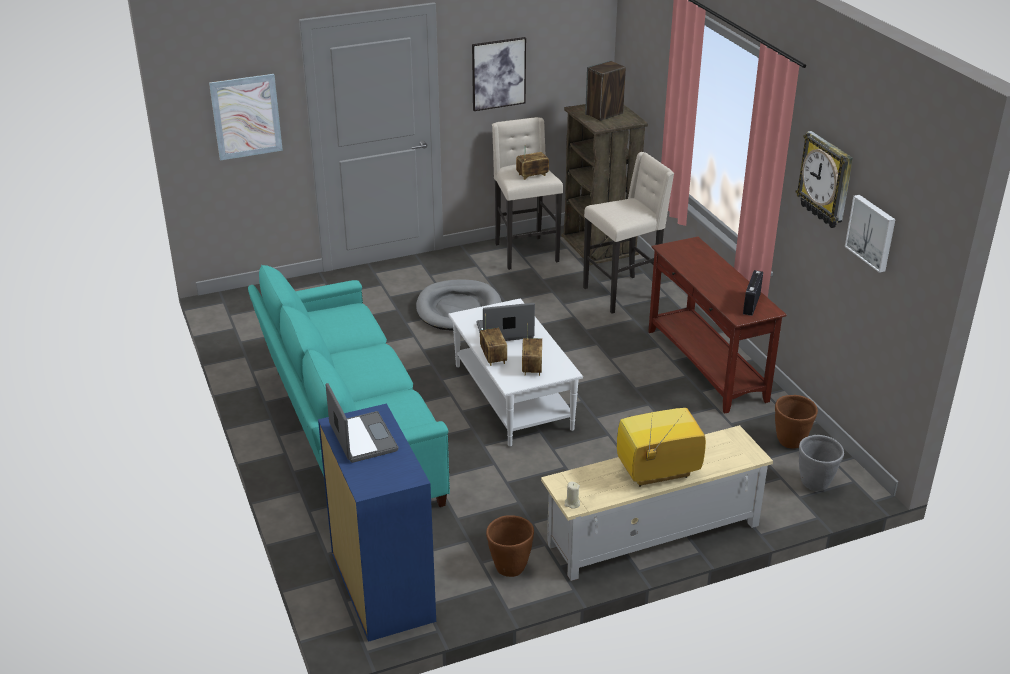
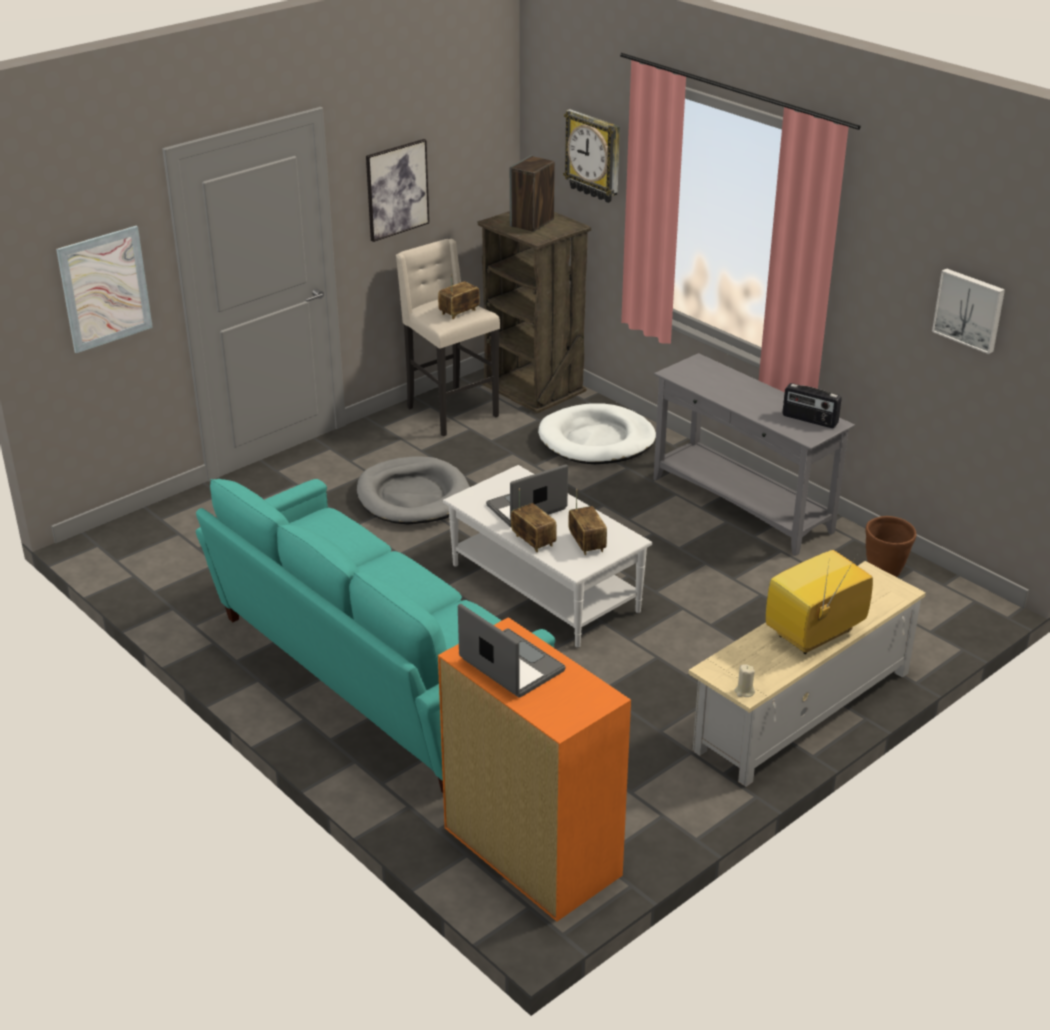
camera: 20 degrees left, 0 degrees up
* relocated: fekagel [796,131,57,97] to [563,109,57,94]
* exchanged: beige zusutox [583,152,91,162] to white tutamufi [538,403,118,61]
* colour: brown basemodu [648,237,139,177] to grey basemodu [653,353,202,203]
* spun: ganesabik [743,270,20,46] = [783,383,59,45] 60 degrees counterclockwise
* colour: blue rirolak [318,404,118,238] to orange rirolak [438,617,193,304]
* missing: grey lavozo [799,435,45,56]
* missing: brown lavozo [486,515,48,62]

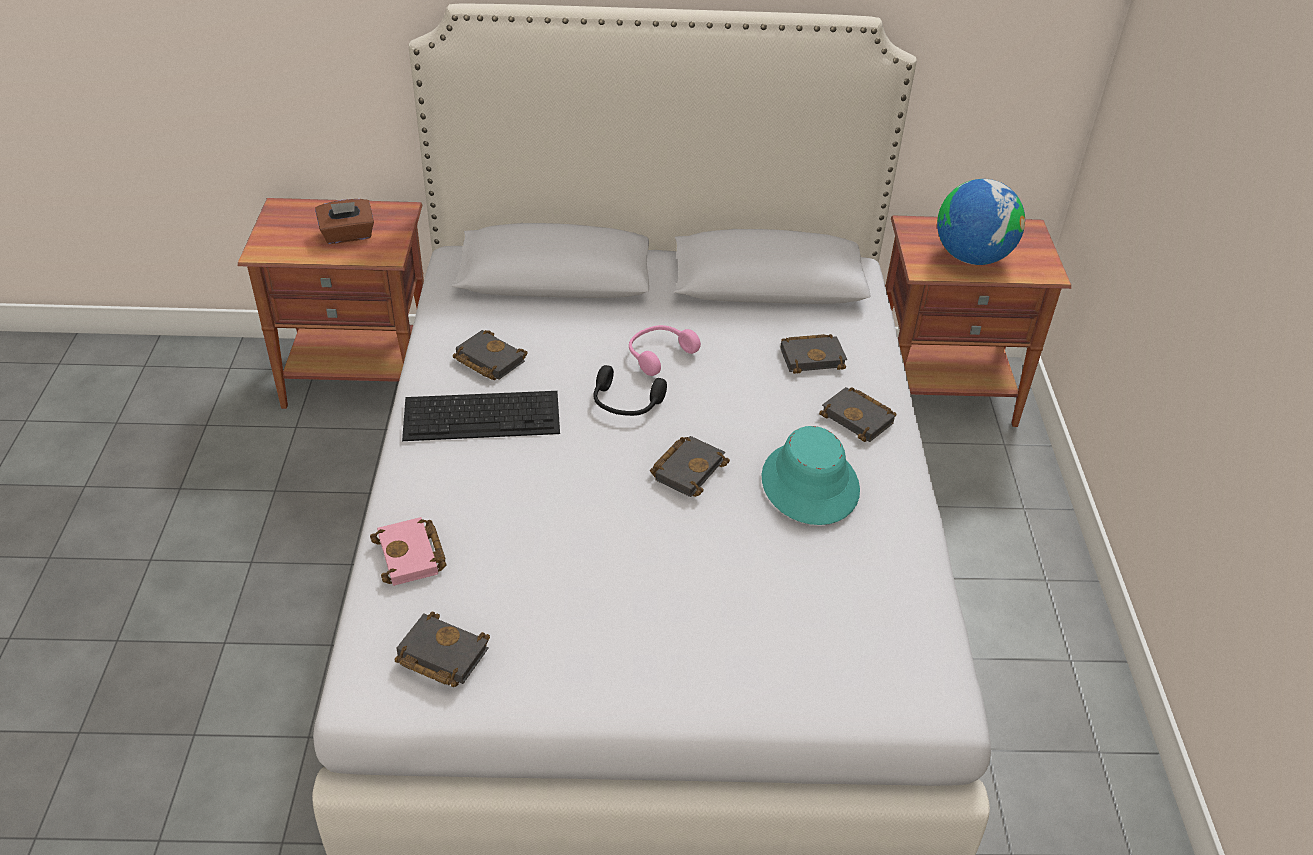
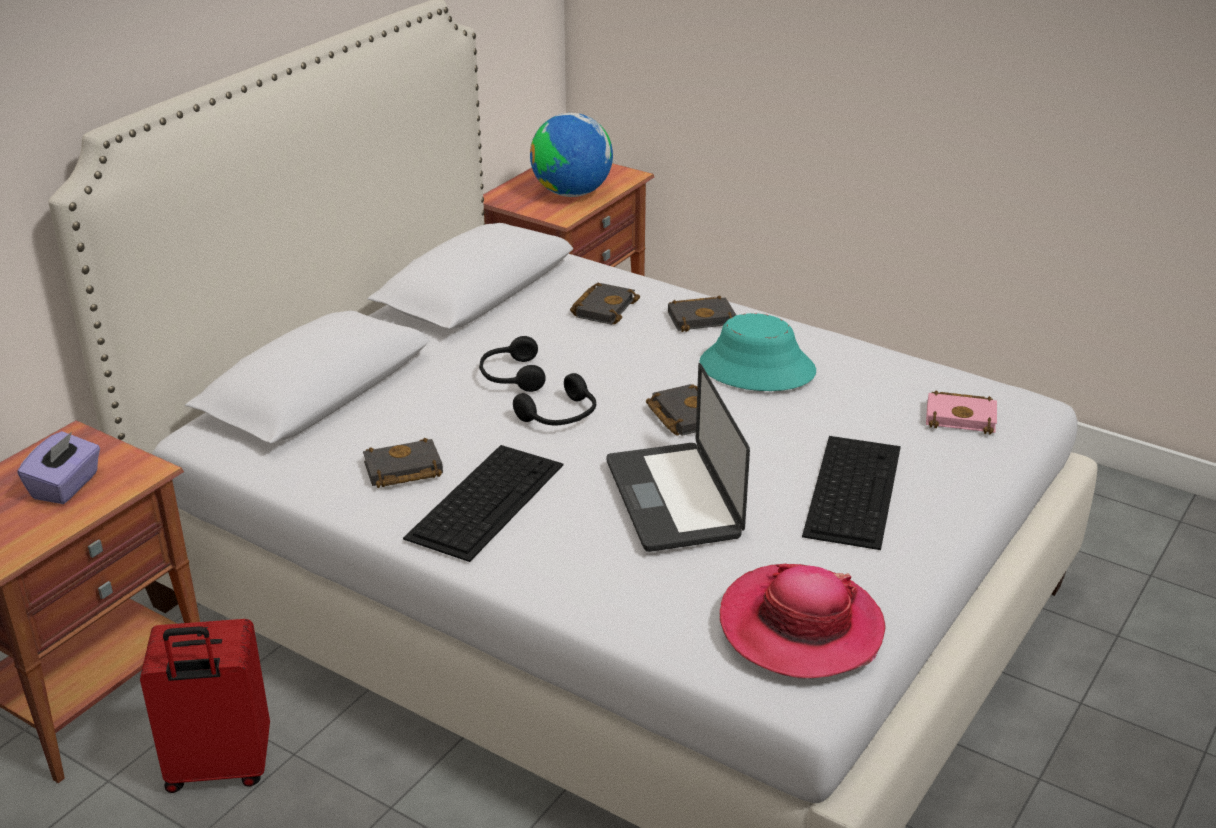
camera: 55 degrees left, 10 degrees down
* colour: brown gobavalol [315,199,59,45] to purple gobavalol [17,431,83,73]
* colour: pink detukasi [629,325,72,51] to black detukasi [479,336,67,56]
* relocated: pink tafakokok [370,517,77,69] to [926,390,71,44]
* exchanged: black tafakokok [395,611,95,76] to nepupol [720,564,165,115]
* appeared: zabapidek [606,363,144,189]
* appeared: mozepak [802,436,99,114]
* appeared: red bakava [140,619,130,174]

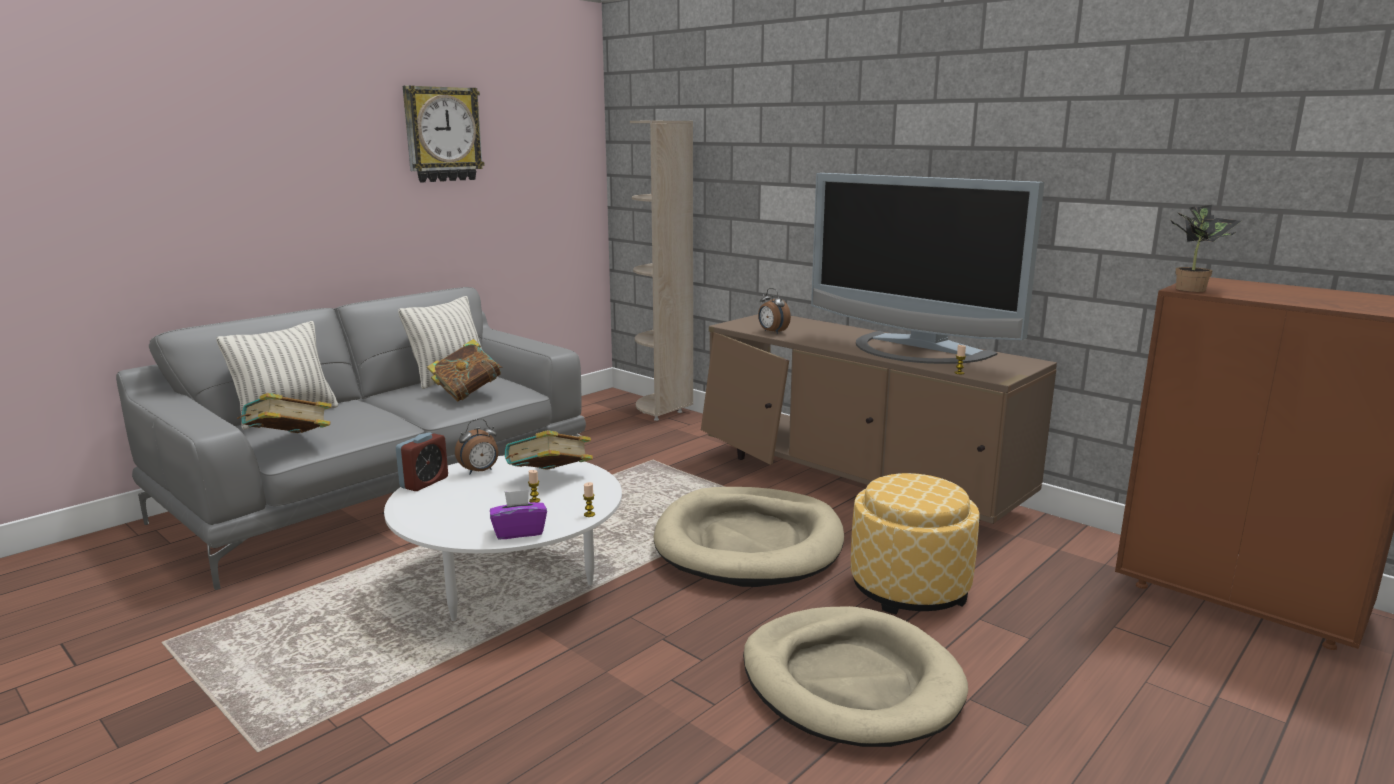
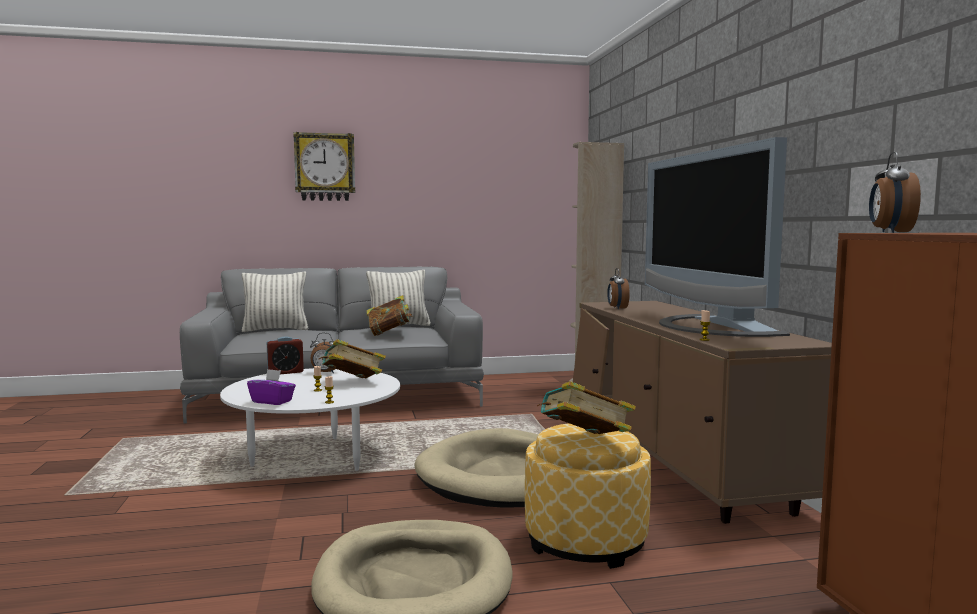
camera: 35 degrees right, 10 degrees down
* relocated: fekagel [403,85,82,97] to [293,132,62,69]
* exchanged: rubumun [1170,205,71,87] to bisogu [869,152,52,81]
* relocated: tafakokok [237,393,95,40] to [537,381,99,53]

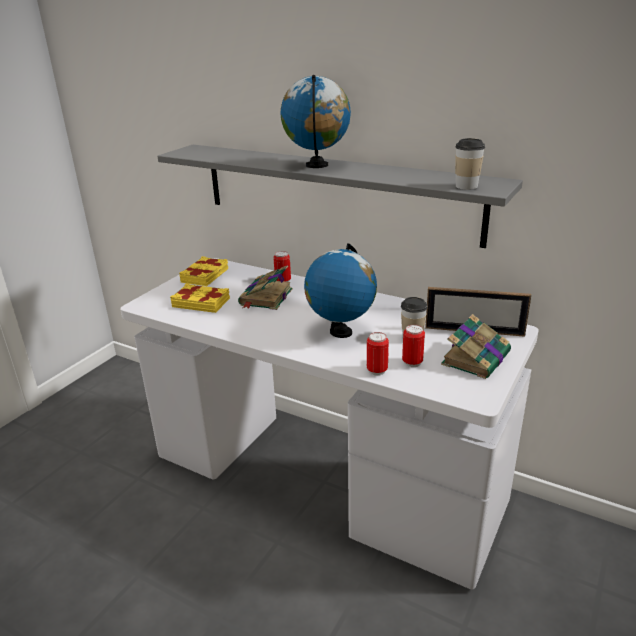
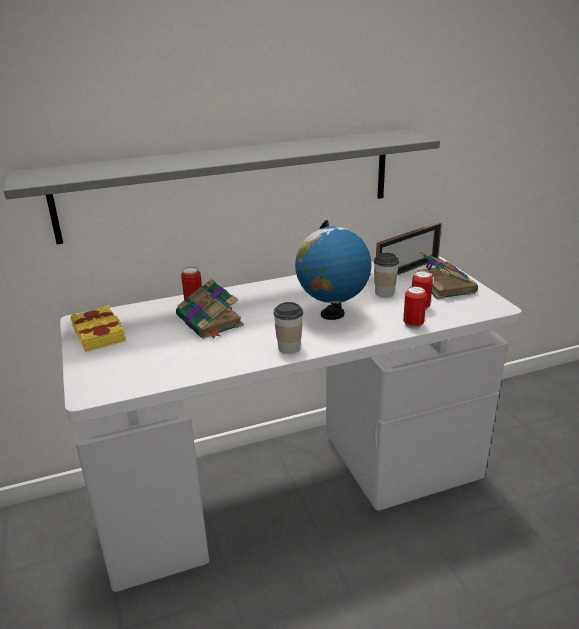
camera: 50 degrees left, 0 degrees up
* missing: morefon [281,75,70,93]
* relocated: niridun [455,138,30,52] to [273,302,30,52]
* missing: yellow tafakokok [170,283,60,30]

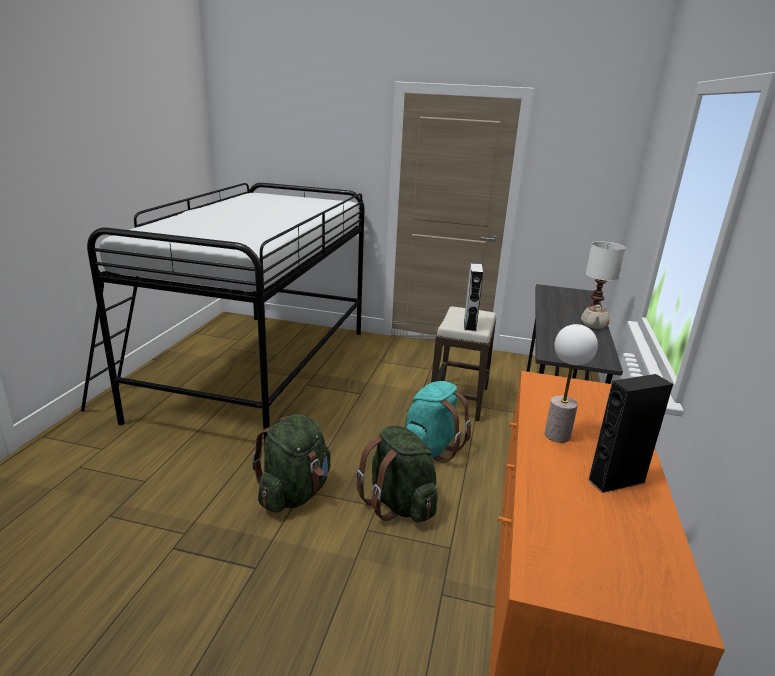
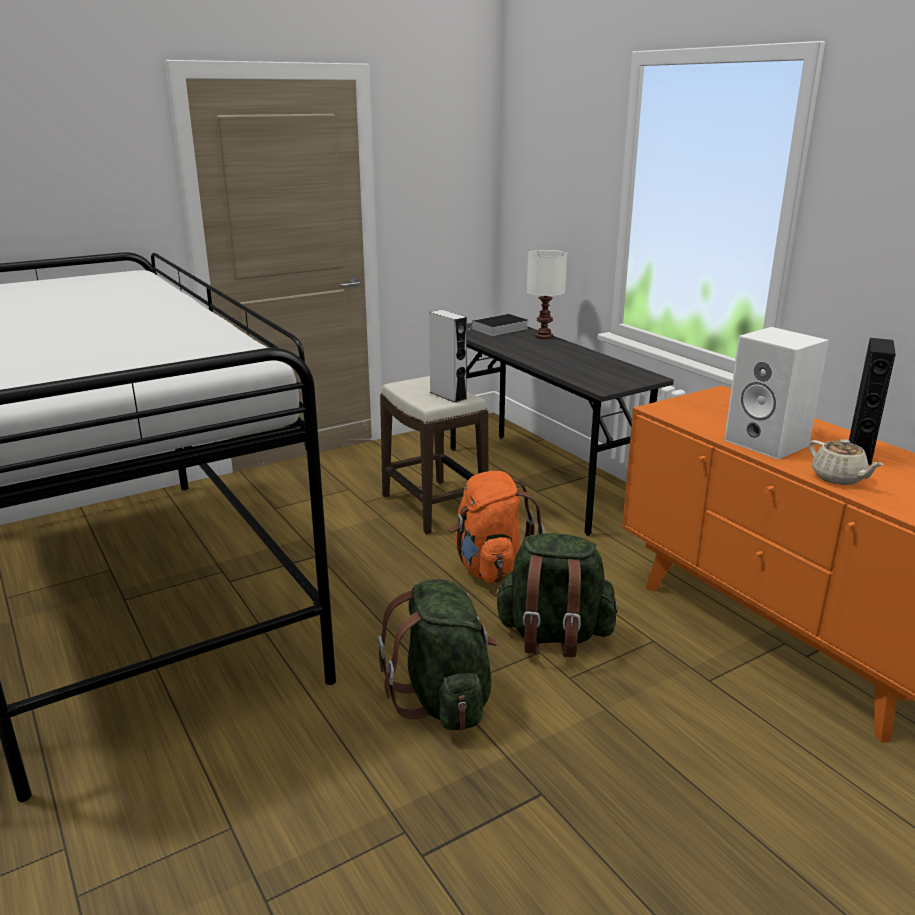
camera: 45 degrees left, 0 degrees up
* relocated: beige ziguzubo [581,305,29,24] to [809,439,75,46]
* exchanged: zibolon [545,324,53,119] to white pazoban [724,327,105,133]
* colour: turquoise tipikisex [405,381,66,82] to orange tipikisex [449,471,96,112]
* appeared: tafakokok [468,314,61,22]

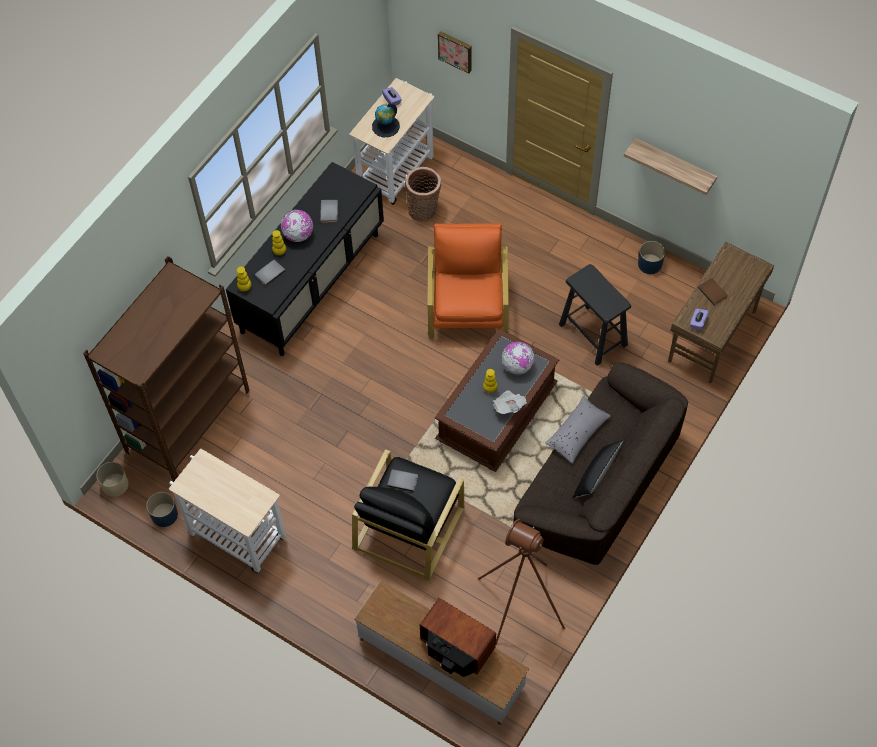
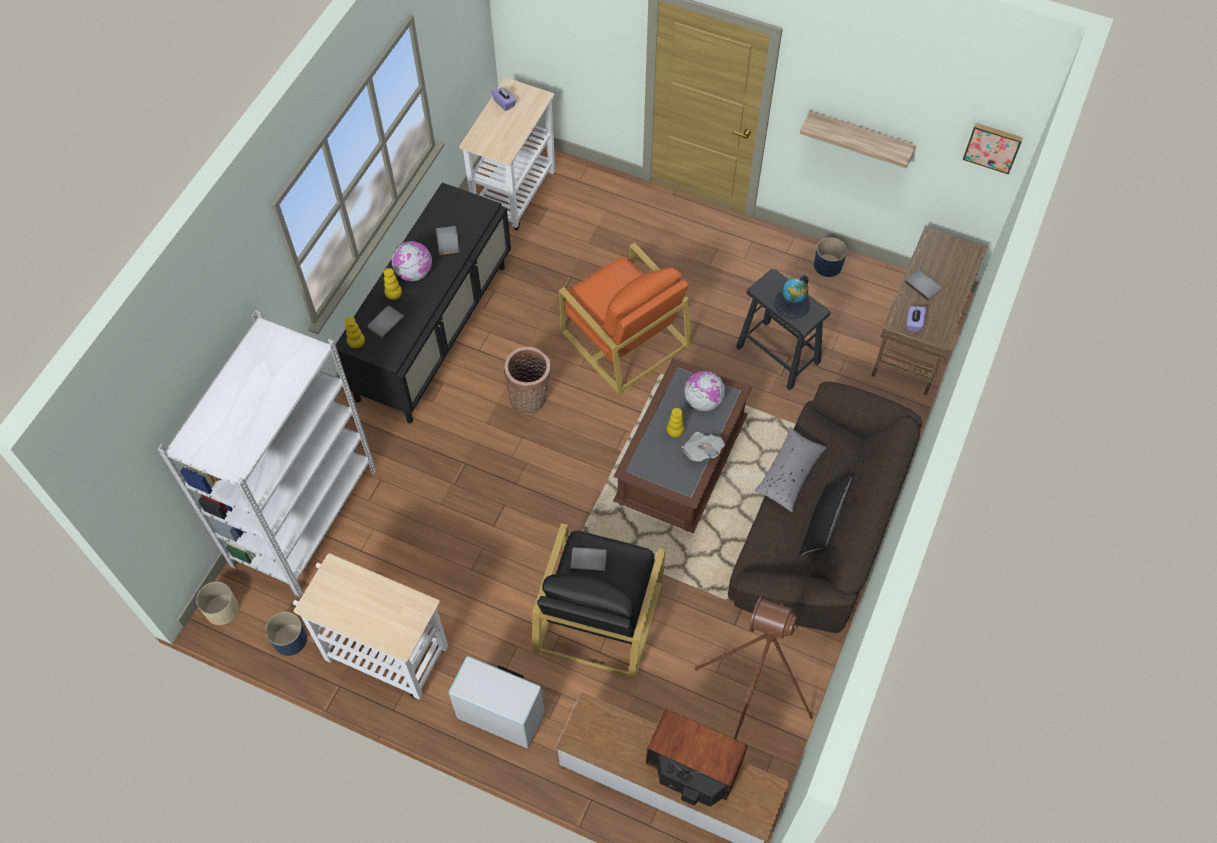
camera: 10 degrees left, 0 degrees up
* relocated: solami [438,31,34,43] to [963,123,60,52]
* relocated: morefon [372,103,28,34] to [774,275,36,44]
* relocated: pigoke [405,167,36,55] to [504,347,47,68]
* spun: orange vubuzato [427,223,82,116] = [559,243,133,152] 150 degrees clockwise
* colour: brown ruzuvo [83,256,167,225] to white ruzuvo [158,311,218,286]
* colour: brown tafakokok [698,278,30,28] to grey tafakokok [905,269,38,32]
* appeared: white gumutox [448,656,97,92]

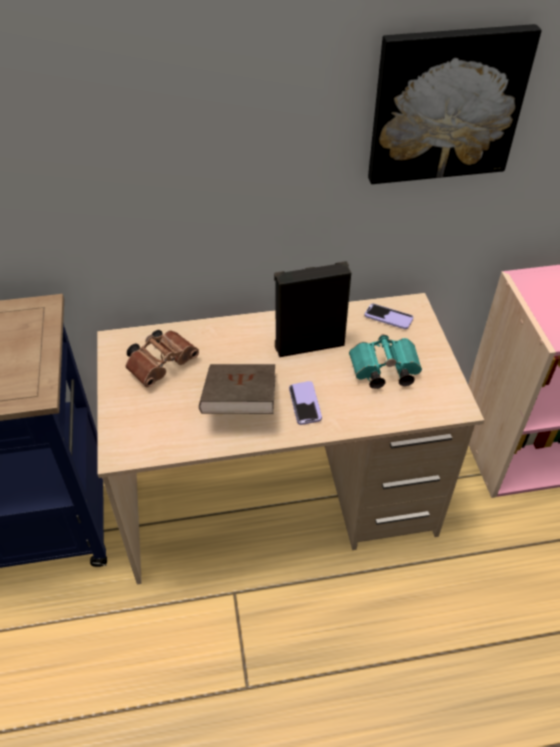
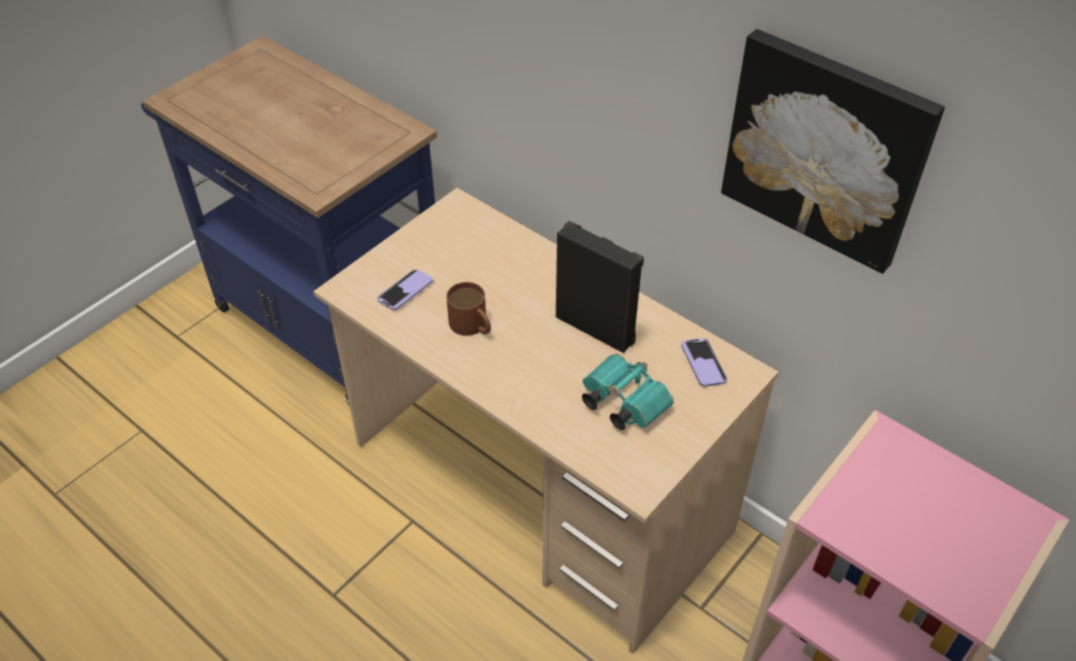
camera: 50 degrees right, 0 degrees up
* missing: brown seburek [126,330,73,57]
* exchanged: brown tafakokok [199,364,76,50] to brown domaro [446,282,45,54]
* relocated: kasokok [289,381,33,44] to [377,269,56,41]

